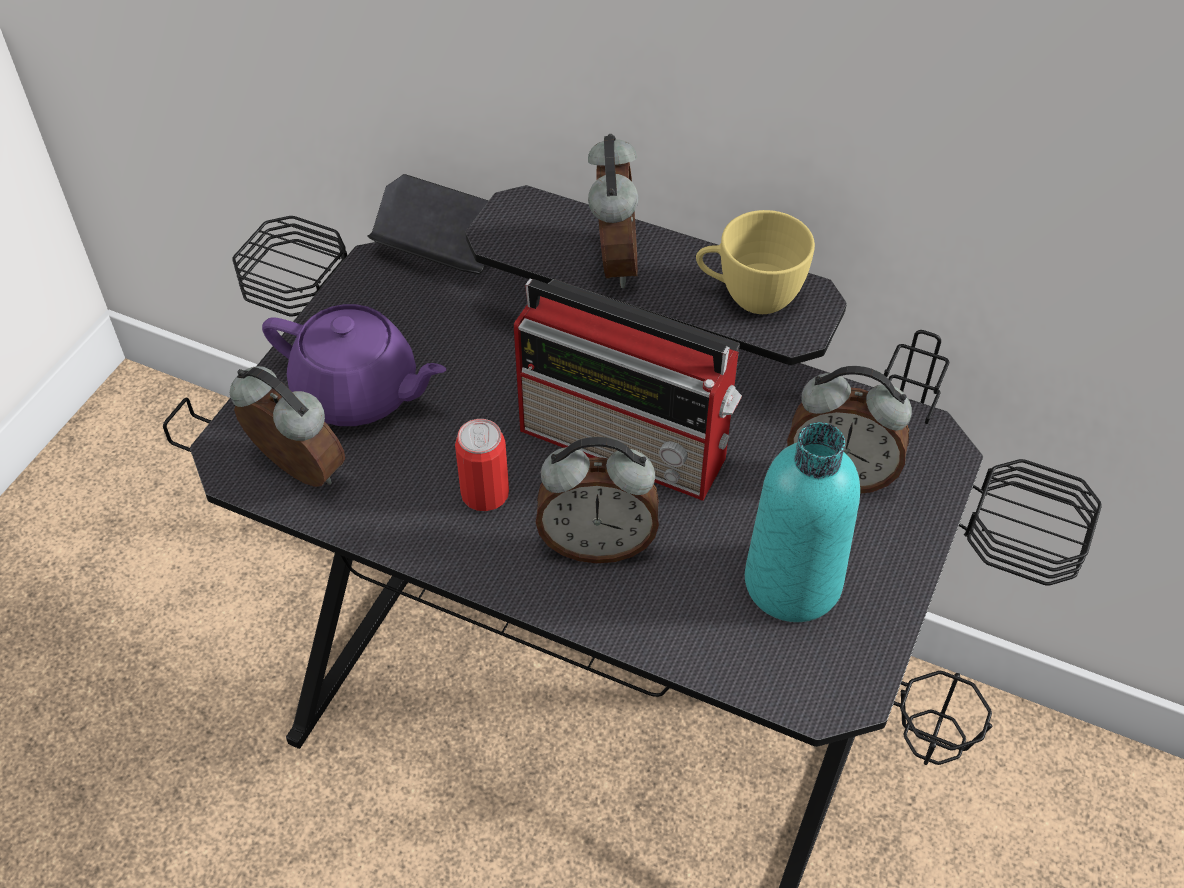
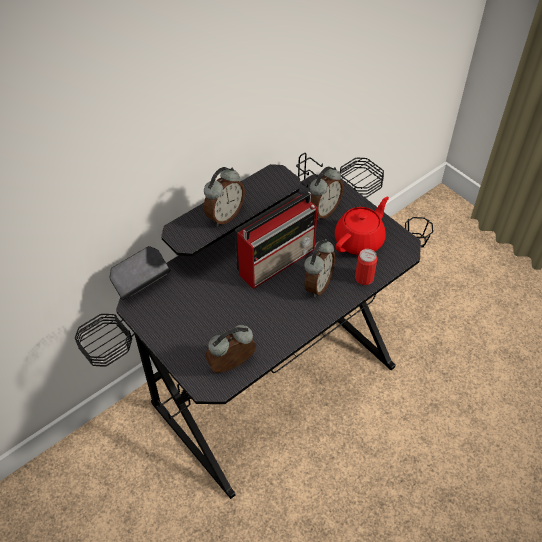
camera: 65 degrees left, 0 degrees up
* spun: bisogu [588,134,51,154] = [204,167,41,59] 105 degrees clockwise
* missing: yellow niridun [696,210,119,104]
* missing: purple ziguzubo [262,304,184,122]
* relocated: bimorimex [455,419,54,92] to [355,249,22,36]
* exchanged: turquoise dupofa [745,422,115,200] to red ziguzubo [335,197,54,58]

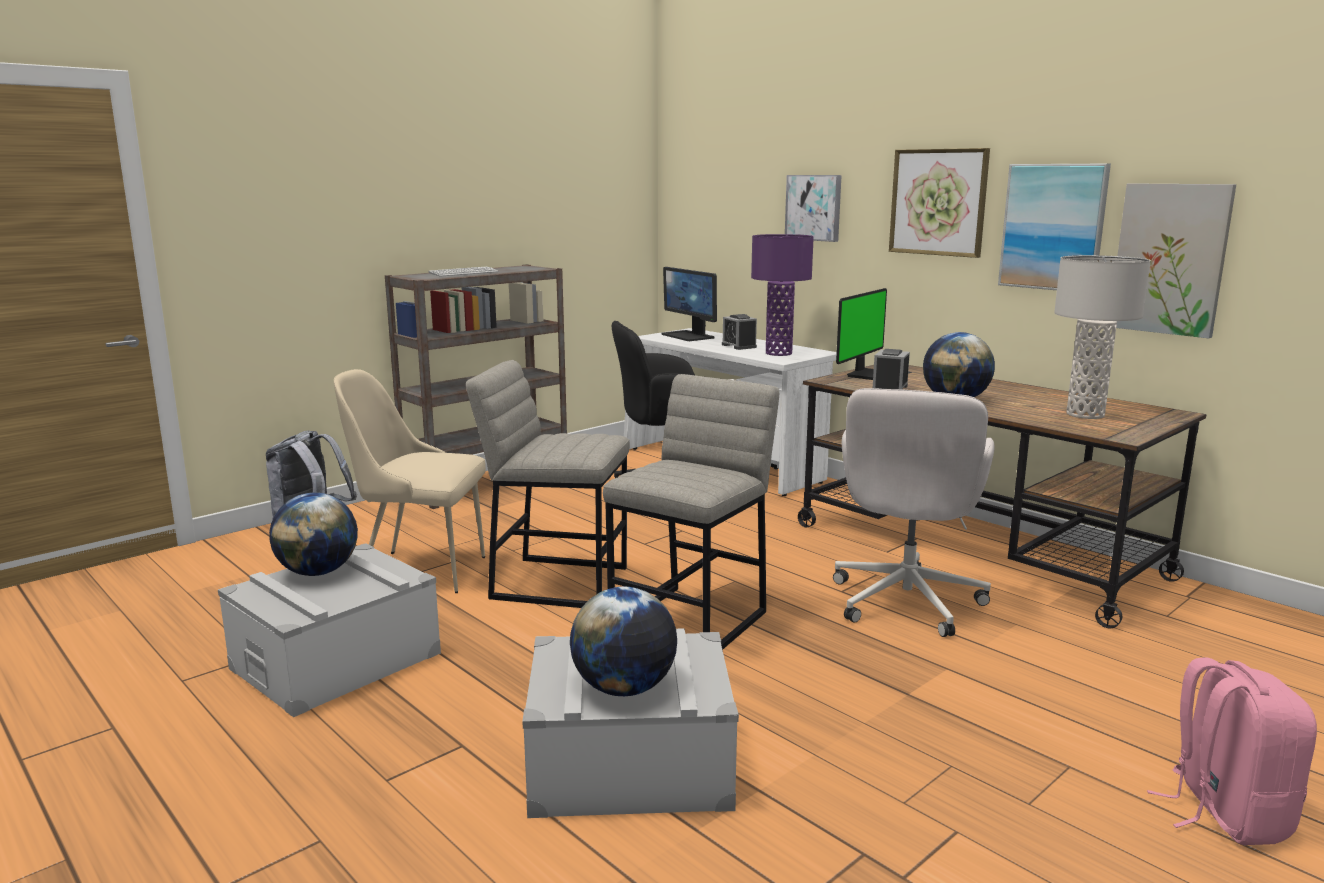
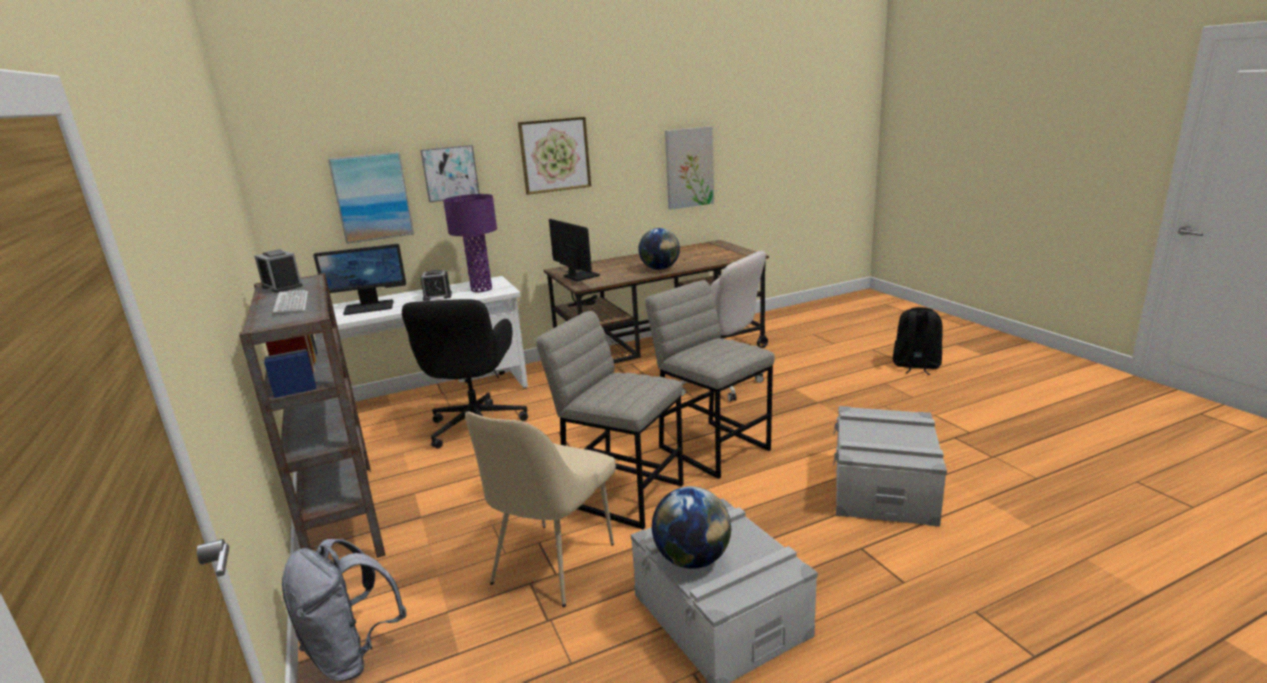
camera: 70 degrees left, 5 degrees up
* relocated: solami [998,164,113,126] to [328,152,86,92]
* missing: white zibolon [1054,255,97,164]
* relocated: bisogu [872,349,38,41] to [255,249,48,44]
* spun: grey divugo [466,360,164,248] = [536,311,148,218] 90 degrees clockwise
* missing: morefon [570,587,107,109]
* colour: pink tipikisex [1147,658,170,187] to black tipikisex [893,307,50,68]

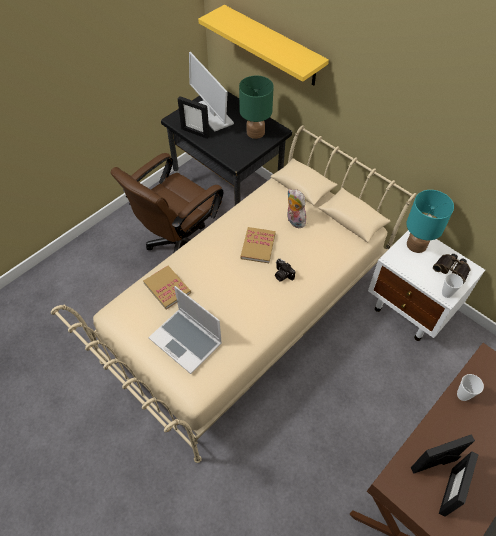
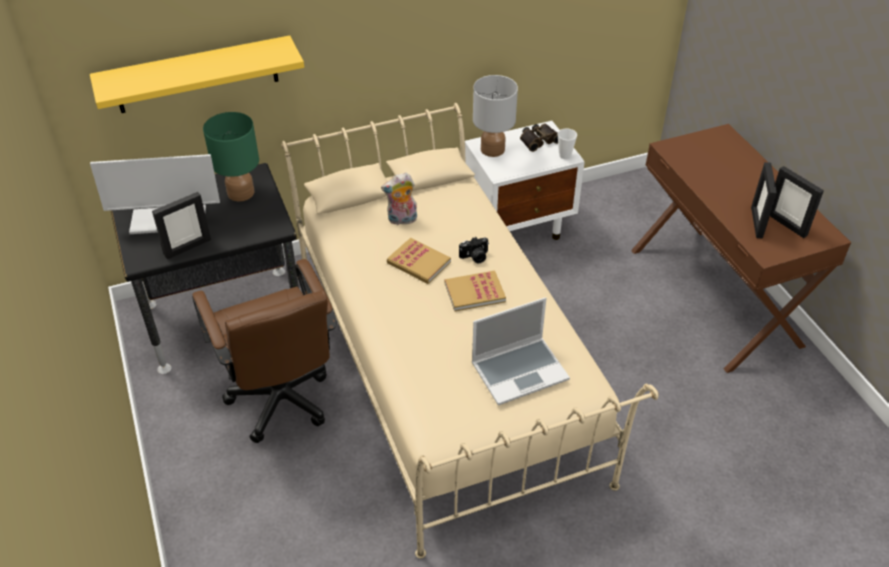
camera: 65 degrees left, 10 degrees down
* colour: turquoise zibolon [406,190,48,63] to grey zibolon [473,75,45,82]
* relocated: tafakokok [143,265,48,44] to [445,271,61,40]
* missing: niridun [457,374,27,27]

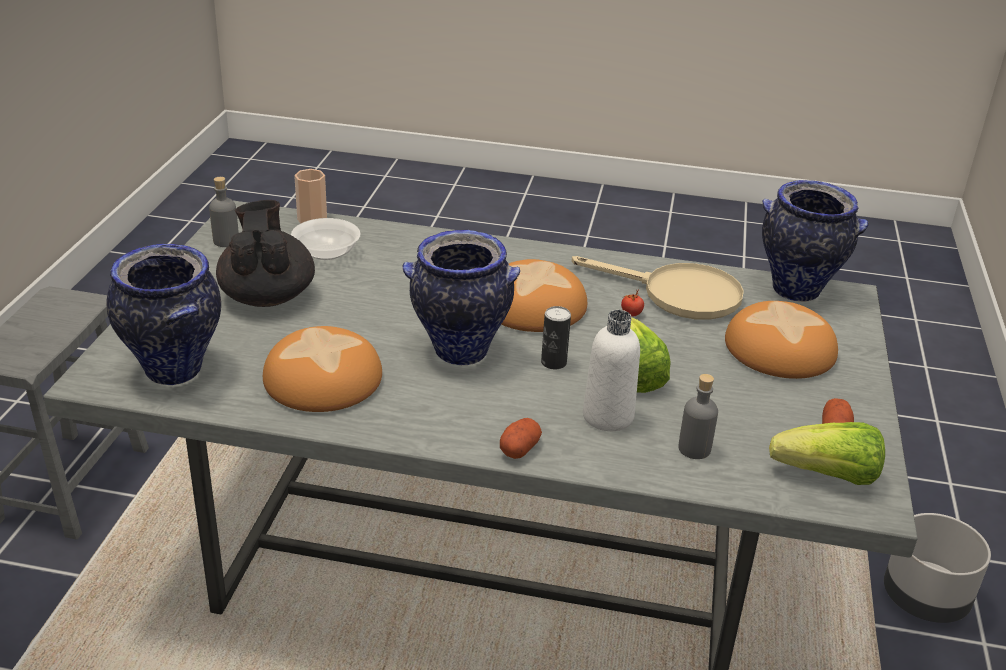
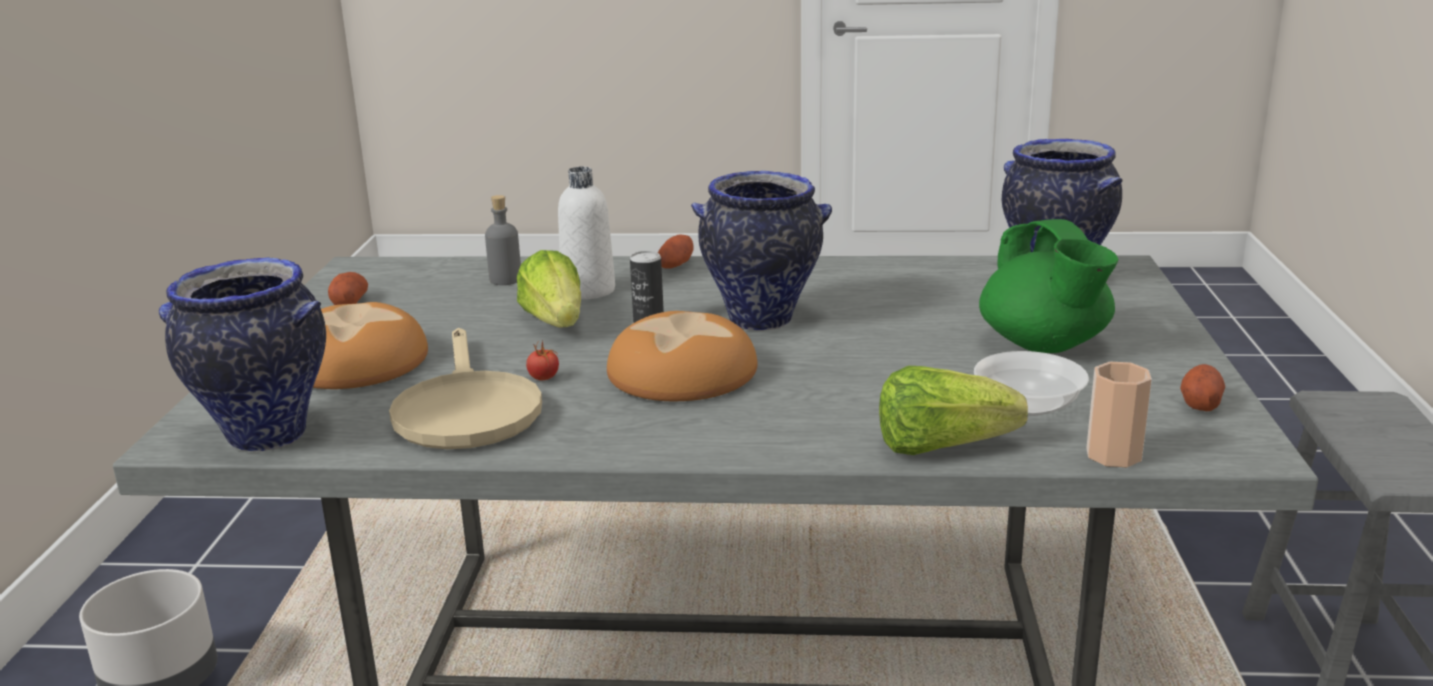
camera: 175 degrees right, 10 degrees down
* exchanged: grey dupofa [209,177,30,70] to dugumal [1180,364,45,47]
* colour: black ziguzubo [216,200,99,107] to green ziguzubo [979,219,139,134]
* spun: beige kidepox [572,256,172,64] = [389,328,153,121] 120 degrees counterclockwise
* missing: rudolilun [263,326,119,86]
* relocated: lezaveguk [769,422,116,63] to [879,366,149,89]

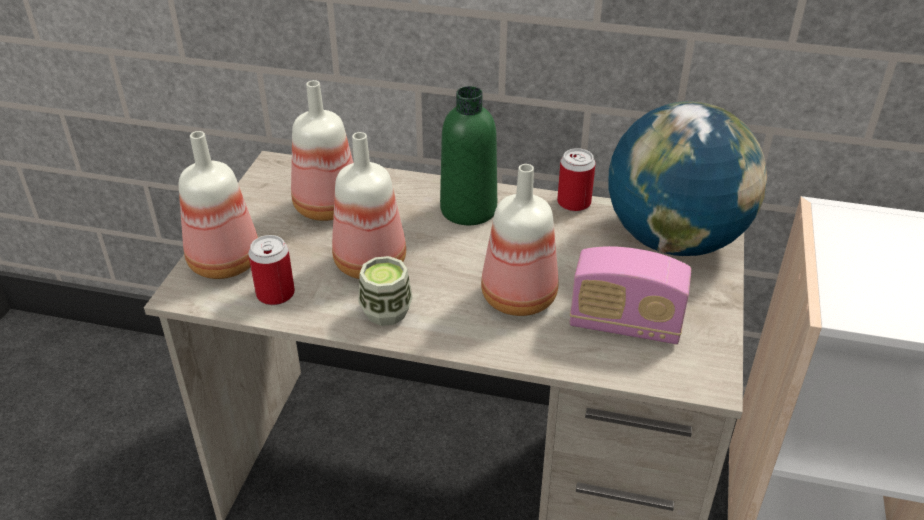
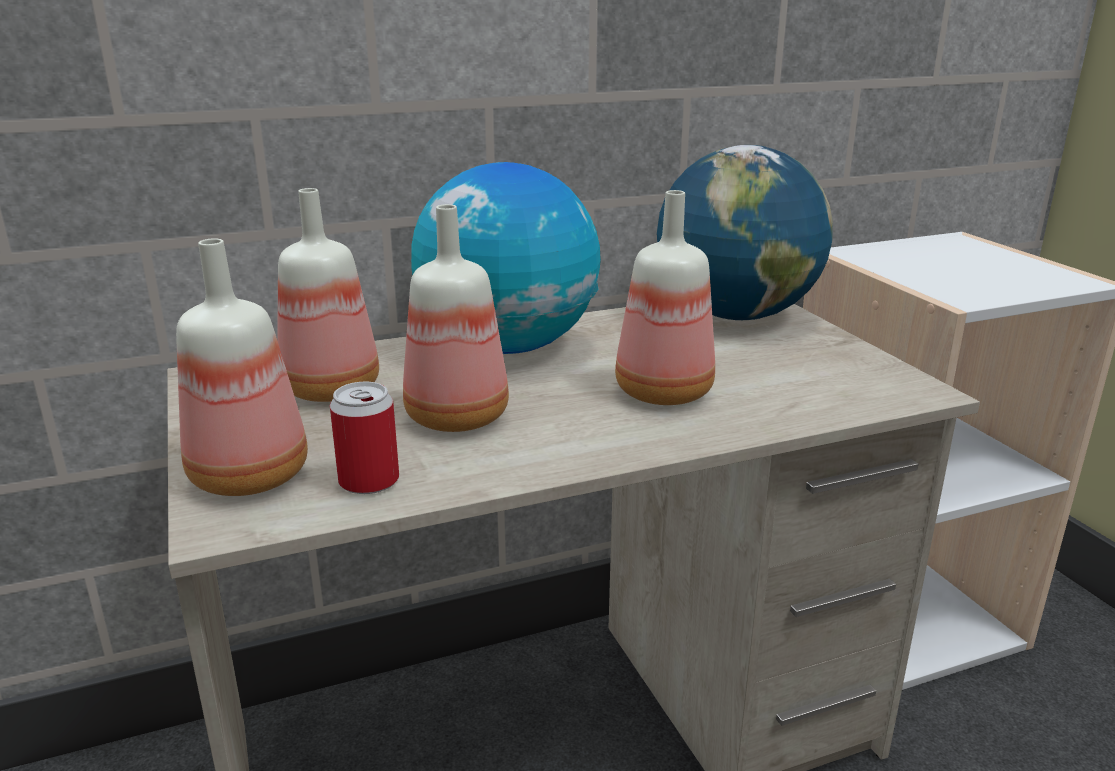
camera: 35 degrees left, 15 degrees down
* exchanged: green dupofa [440,86,57,139] to morefon [411,162,190,192]
* missing: bimorimex [557,148,39,63]
* missing: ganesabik [570,246,121,98]
* missing: niridun [358,256,55,70]

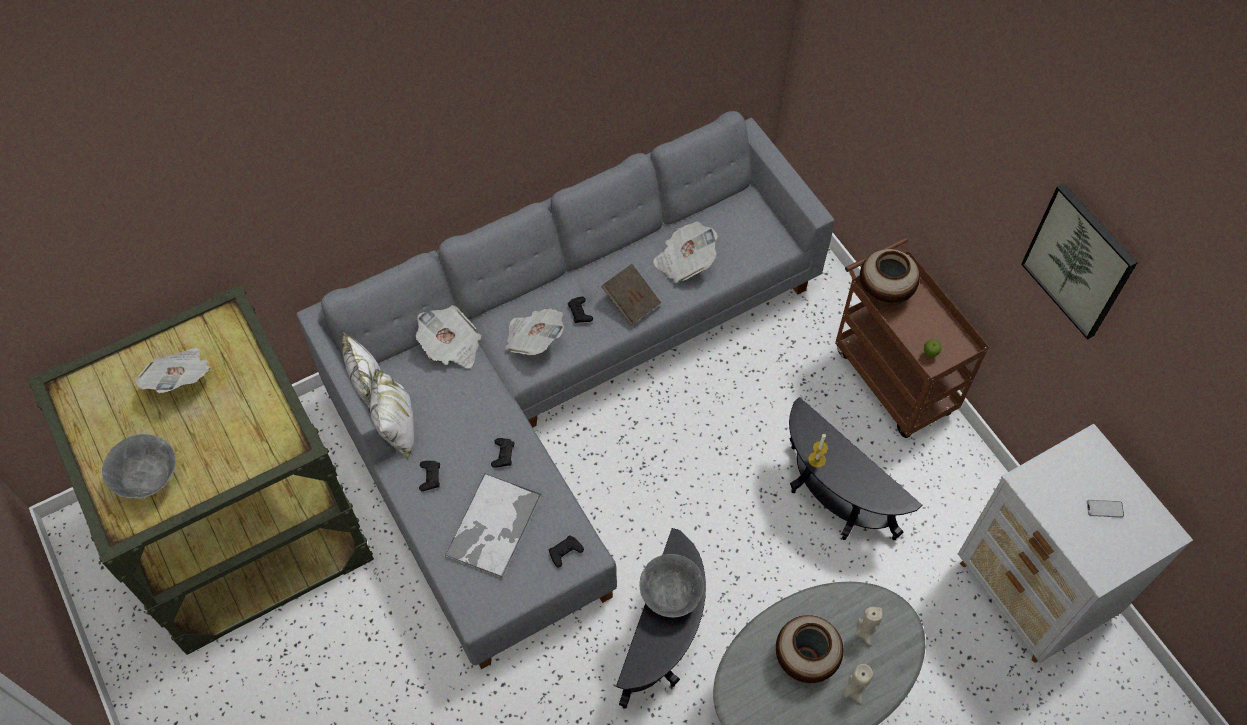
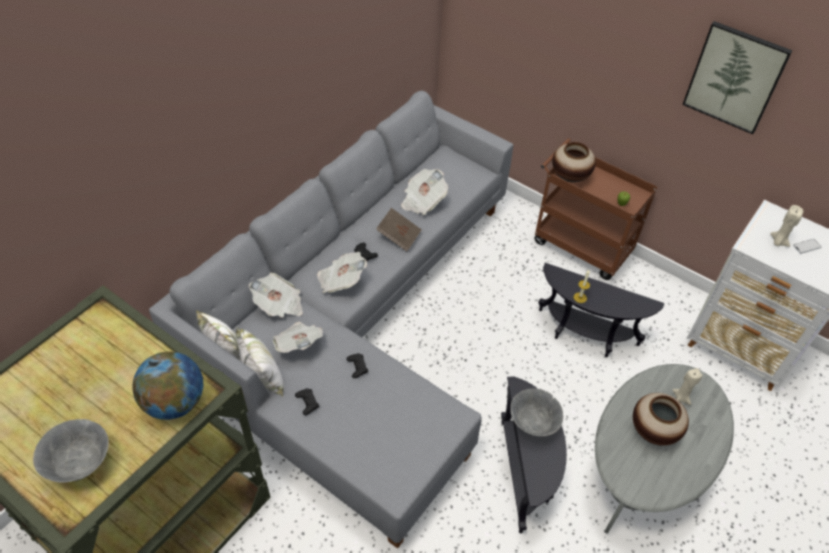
camera: 25 degrees left, 10 degrees down
* relocated: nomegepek [135,348,75,45] to [273,322,50,31]
* missing: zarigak [444,473,98,105]
* missing: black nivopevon [549,535,35,33]
* relocated: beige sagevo [843,664,30,40] to [771,205,32,42]
* appeared: morefon [132,351,71,69]

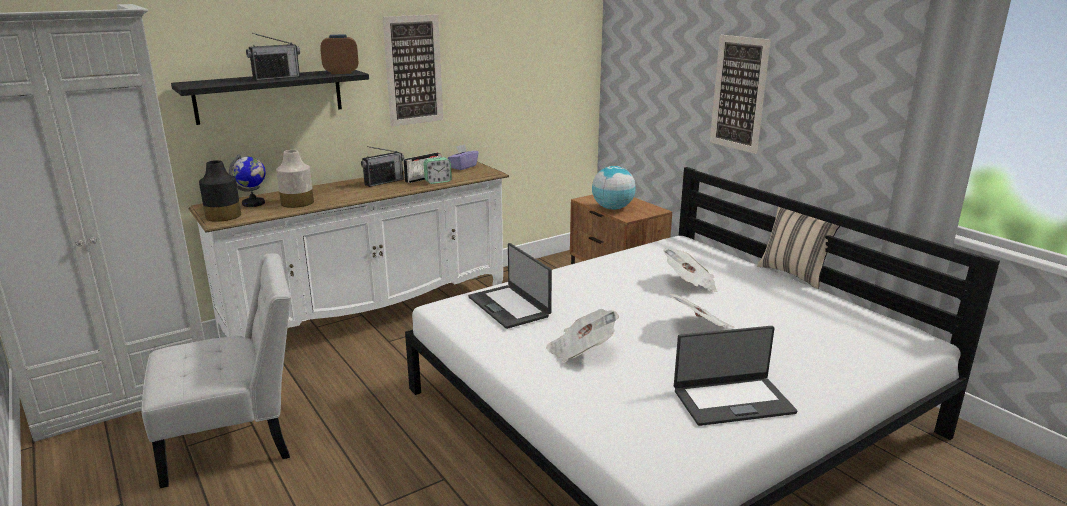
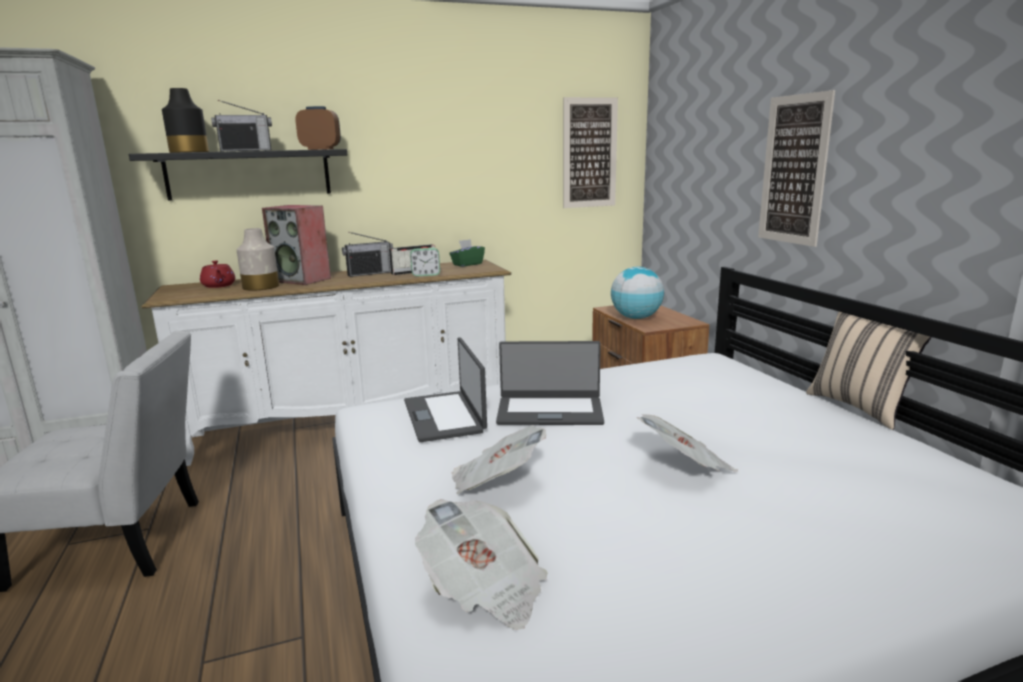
camera: 15 degrees right, 5 degrees down
* relocated: solami [382,14,61,113] to [563,97,55,111]
* colour: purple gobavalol [448,144,31,26] to green gobavalol [449,239,36,28]
* exchanged: morefon [229,154,36,53] to red ziguzubo [200,261,35,27]
* relocated: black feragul [199,160,42,62] to [162,88,47,65]
* relocated: nomegepek [663,249,54,43] to [415,499,133,131]
* relocated: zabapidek [674,326,123,100] to [496,341,108,84]
* appeared: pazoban [262,205,69,80]

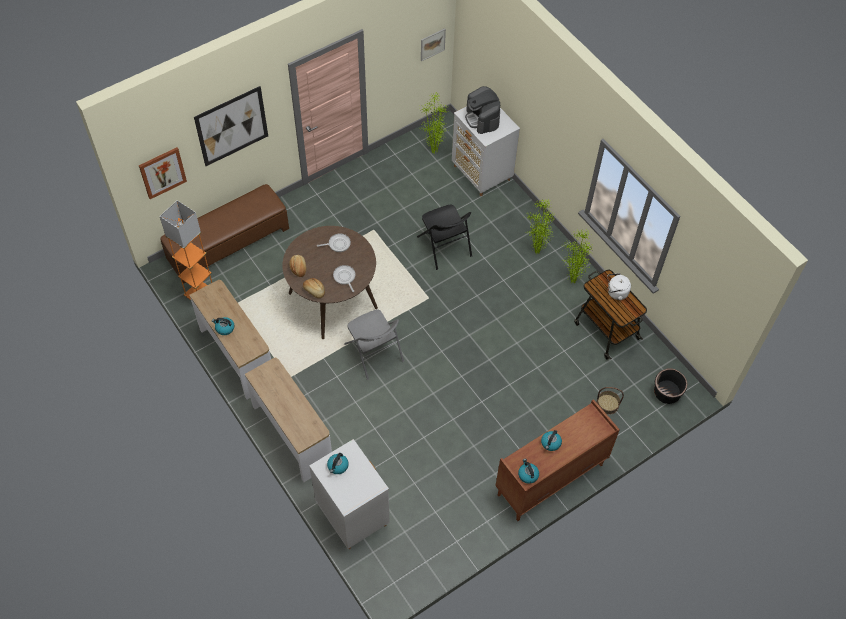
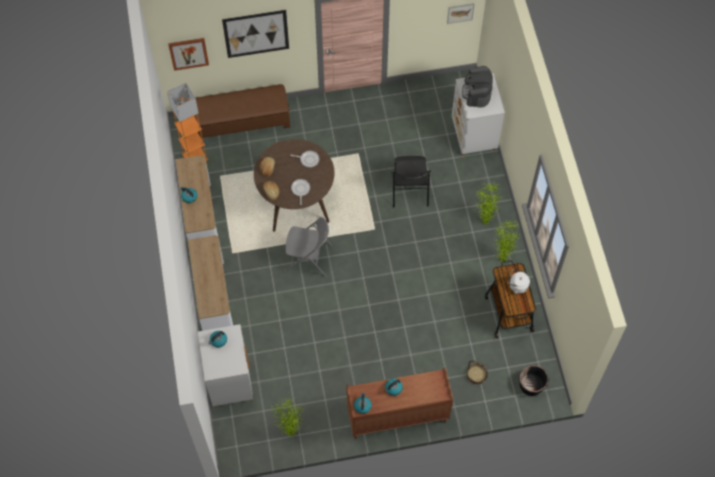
camera: 25 degrees right, 5 degrees up
* relocated: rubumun [420,92,28,61] to [272,397,32,40]
* spun: grey divugo [344,310,60,70] = [285,217,47,60] 75 degrees counterclockwise

